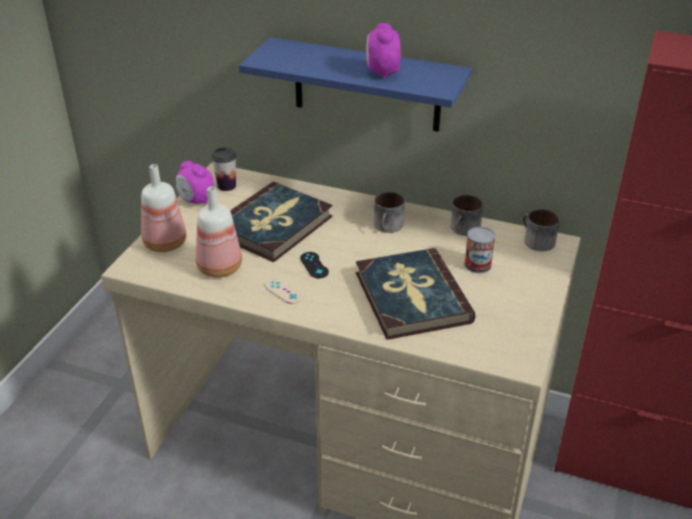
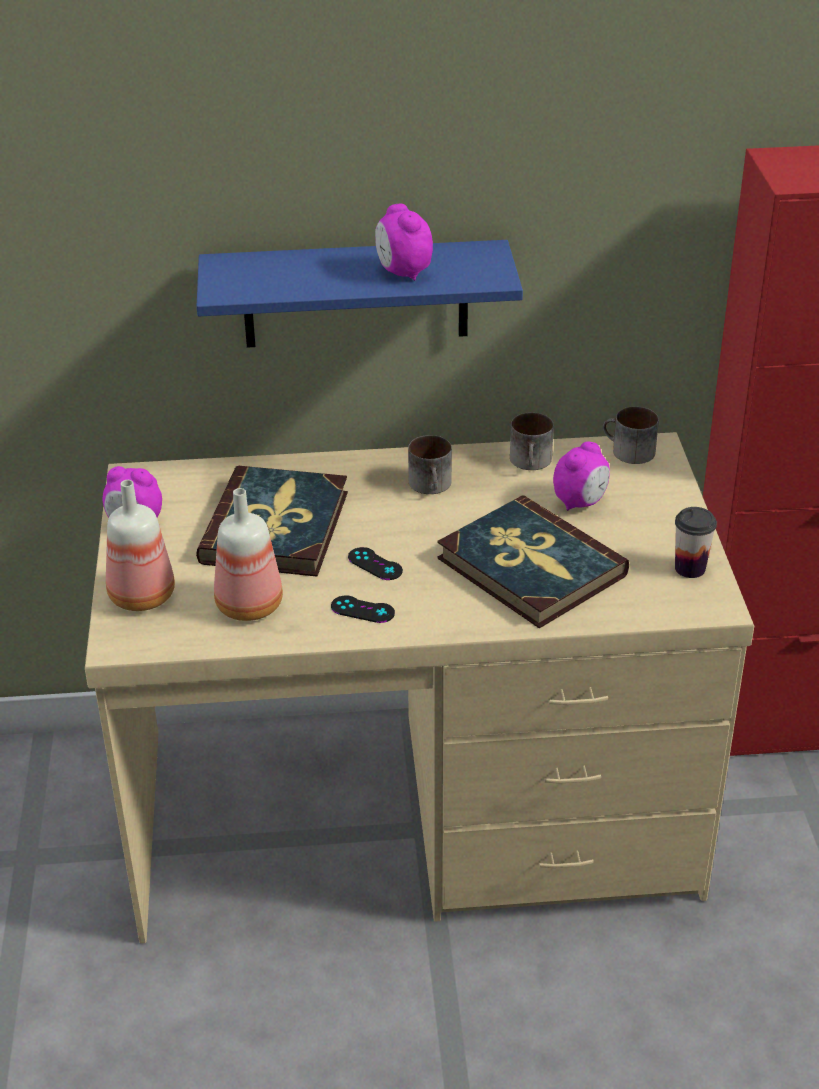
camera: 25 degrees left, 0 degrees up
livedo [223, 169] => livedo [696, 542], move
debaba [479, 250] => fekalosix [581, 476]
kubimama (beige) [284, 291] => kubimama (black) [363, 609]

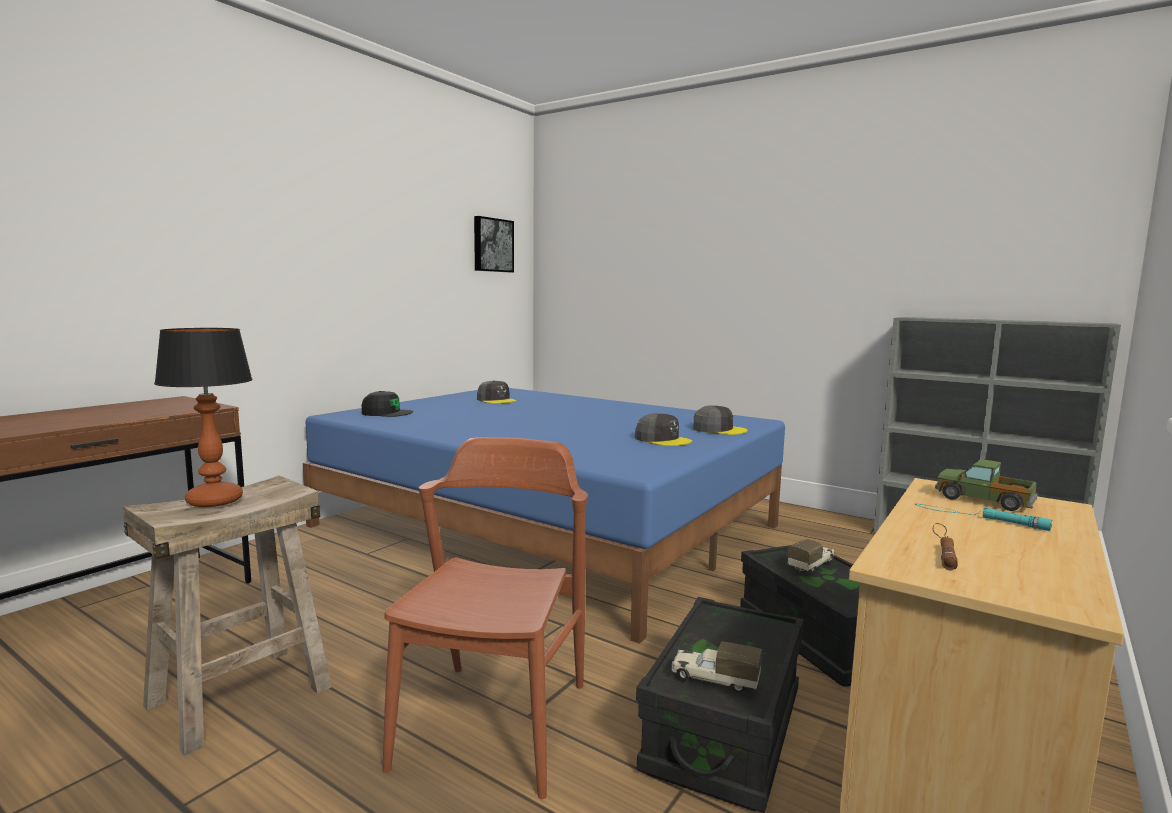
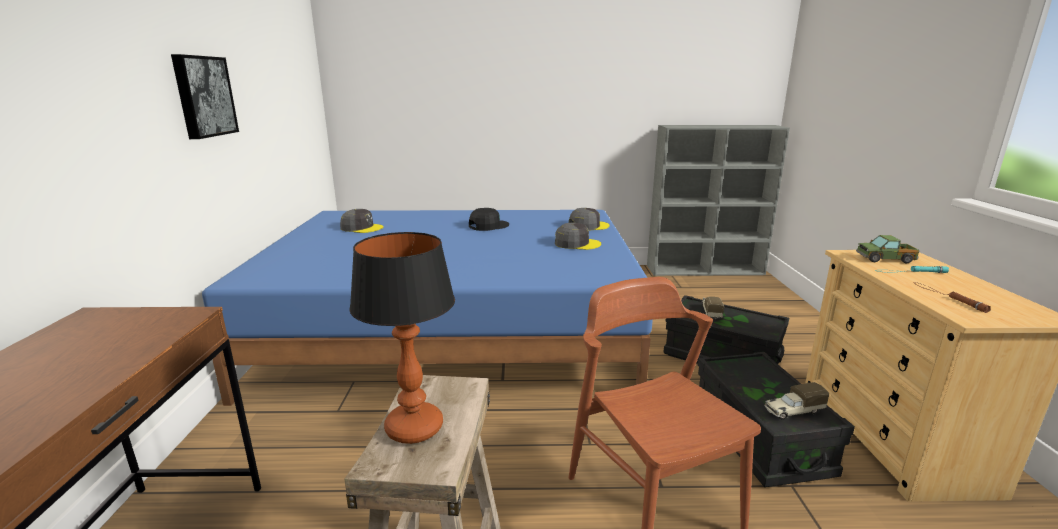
camera: 35 degrees left, 10 degrees up
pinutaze [494, 244] => pinutaze [205, 96], move
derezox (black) [387, 404] => derezox (black) [489, 219], move

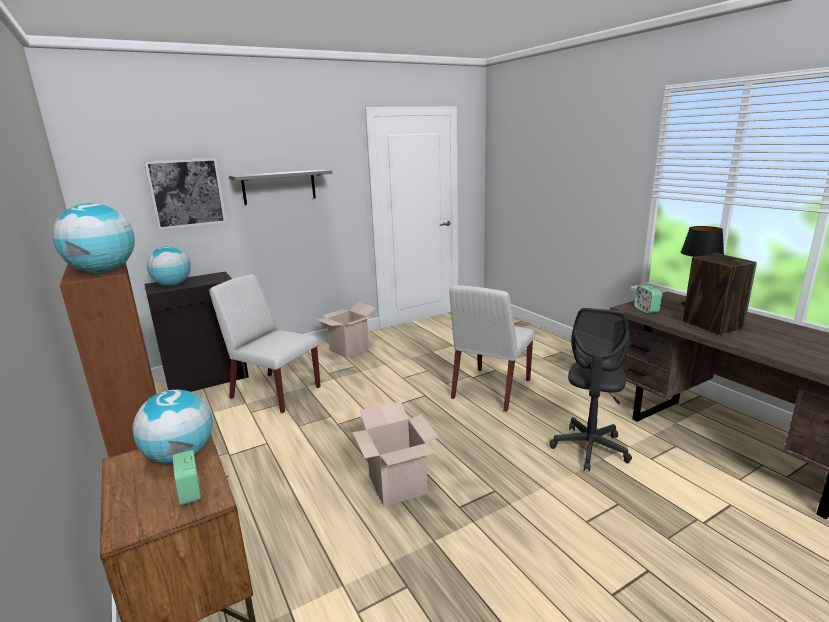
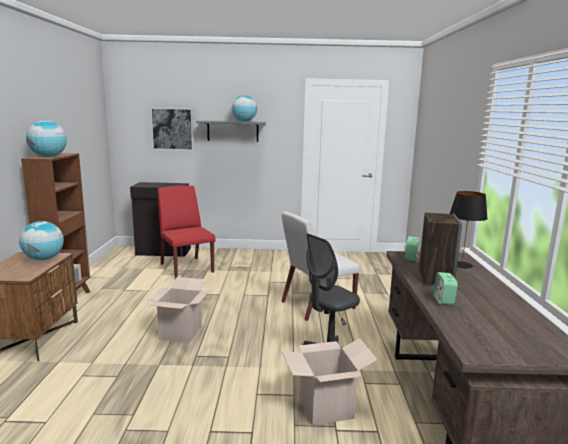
camera: 30 degrees right, 5 degrees down
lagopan [169, 266] => lagopan [244, 108], move
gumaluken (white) [265, 343] => gumaluken (red) [186, 232]
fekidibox [345, 330] => fekidibox [329, 381], move
fekalosix [186, 478] => fekalosix [446, 289], move

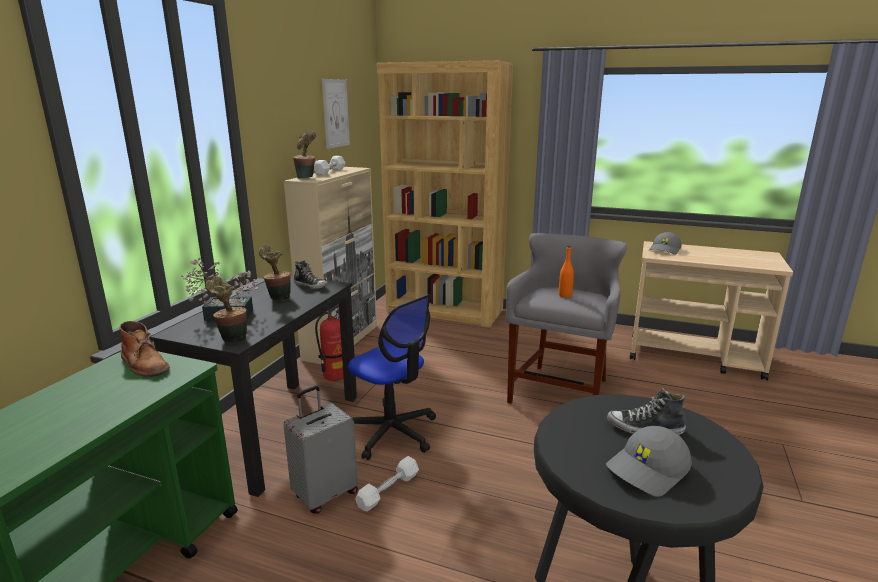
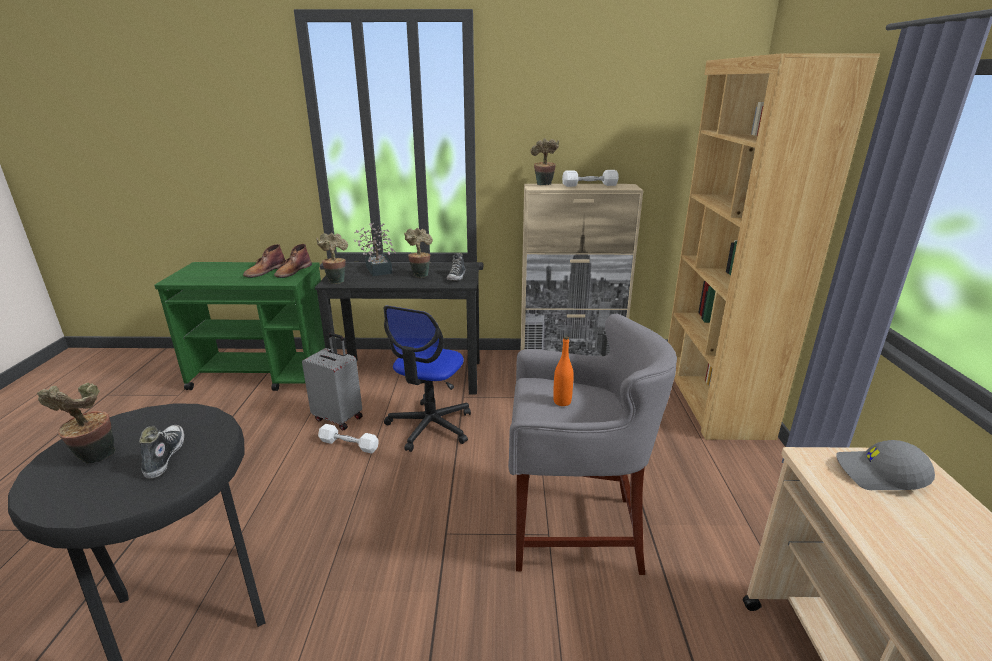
camera: 70 degrees right, 5 degrees up
pinutaze [336, 114] => nothing
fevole [329, 342] => nothing
derezox (grey) [649, 461] => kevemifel [76, 423]
nothing => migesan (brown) [264, 261]

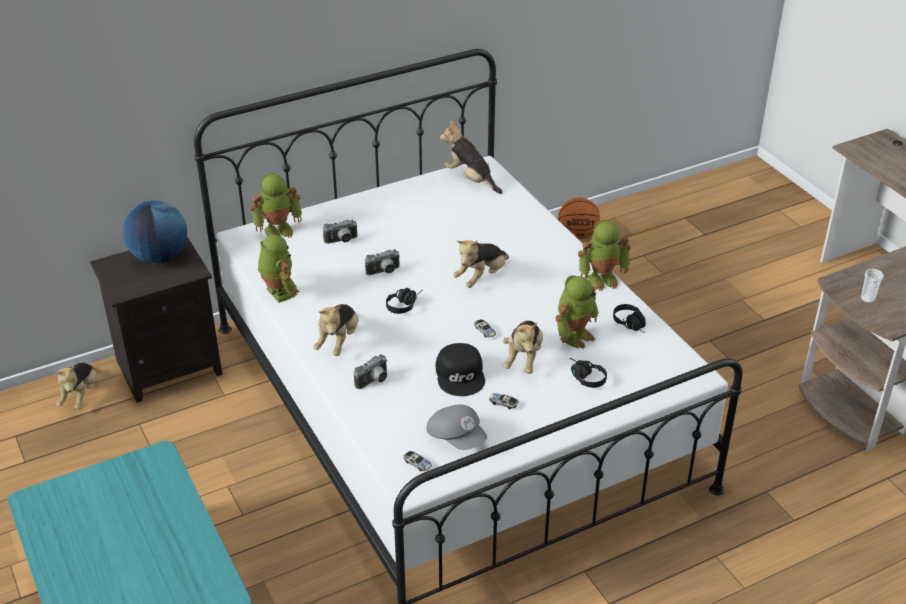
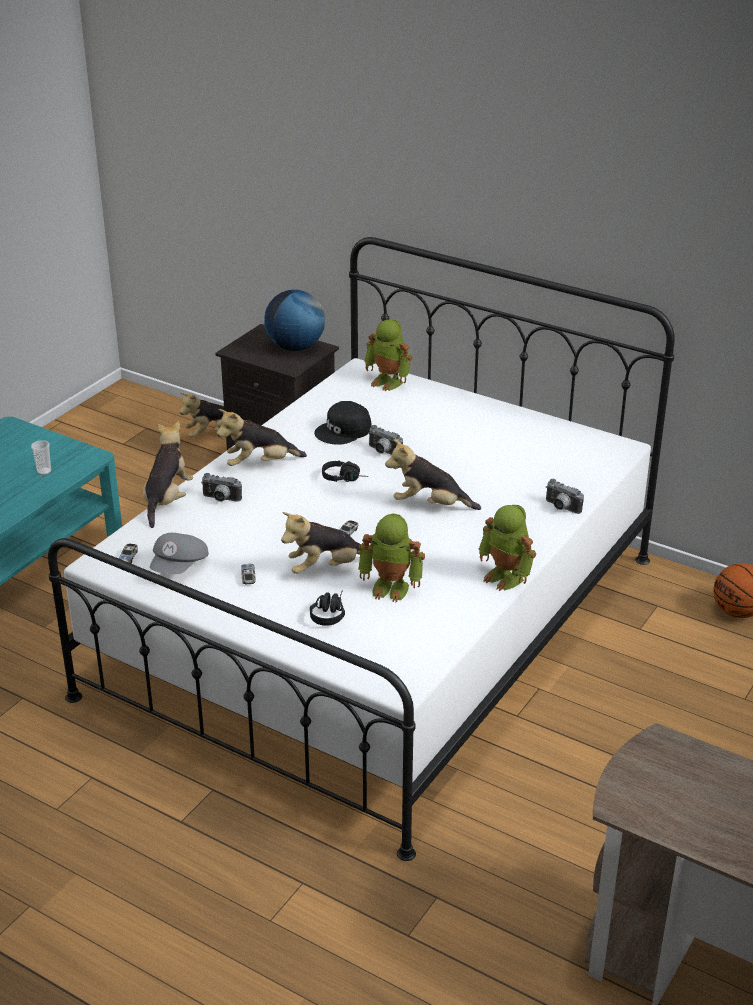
camera: 60 degrees right, 5 degrees down
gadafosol [471, 157] => gadafosol [168, 474], move
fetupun [340, 231] => fetupun [565, 496], move
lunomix [278, 269] => nothing
livedo [872, 286] => livedo [41, 457], move
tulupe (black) [629, 318] => nothing
derezox (black) [460, 369] => derezox (black) [343, 423], move

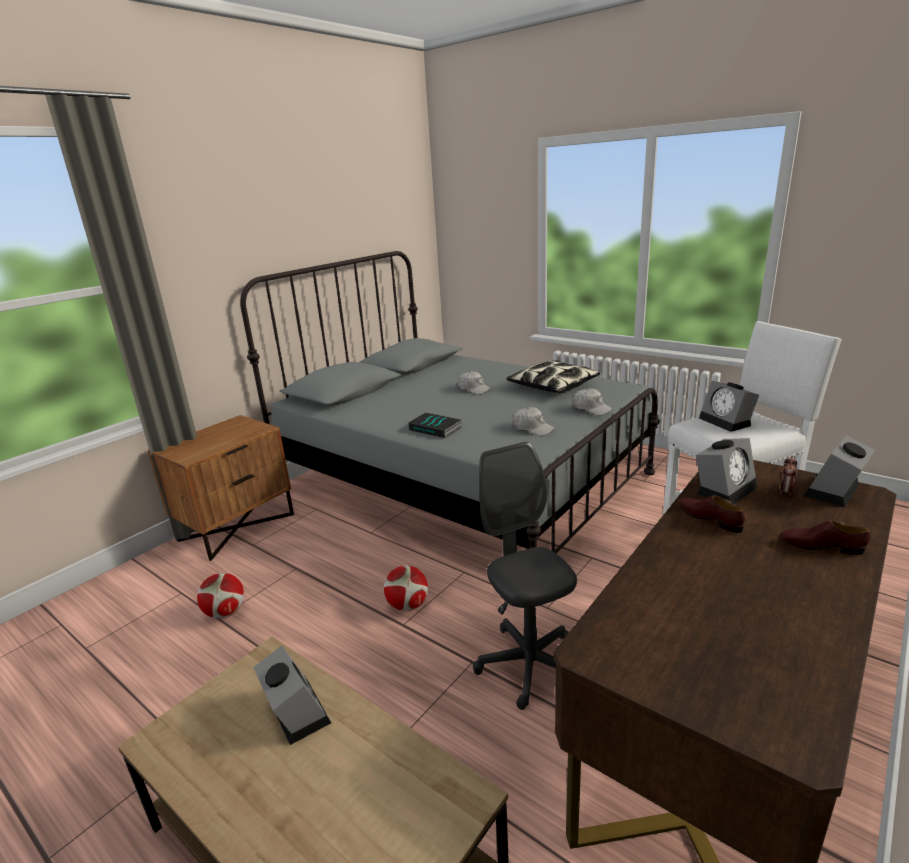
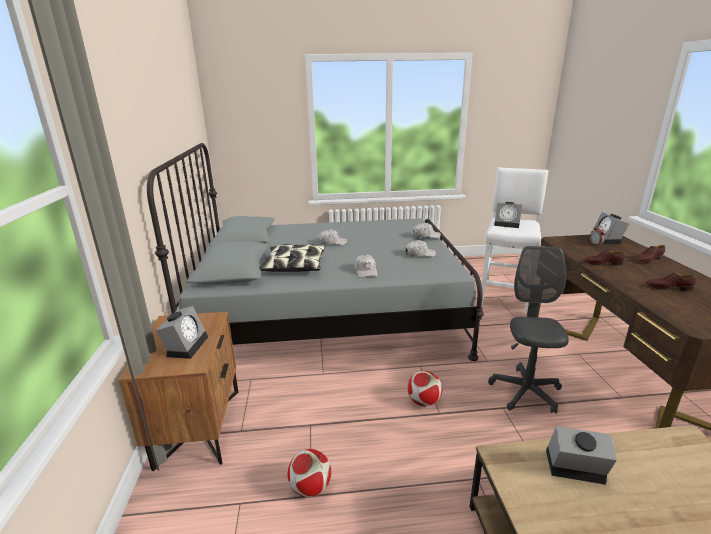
camera: 45 degrees left, 0 degrees up
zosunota [553, 376] => zosunota [292, 258], move
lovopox [435, 425] => derezox (white) [366, 266]
fekalosix [726, 471] => fekalosix [182, 332], move
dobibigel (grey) [525, 576] => dobibigel (grey) [528, 329], 75 degrees clockwise
nothing => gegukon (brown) [671, 282]

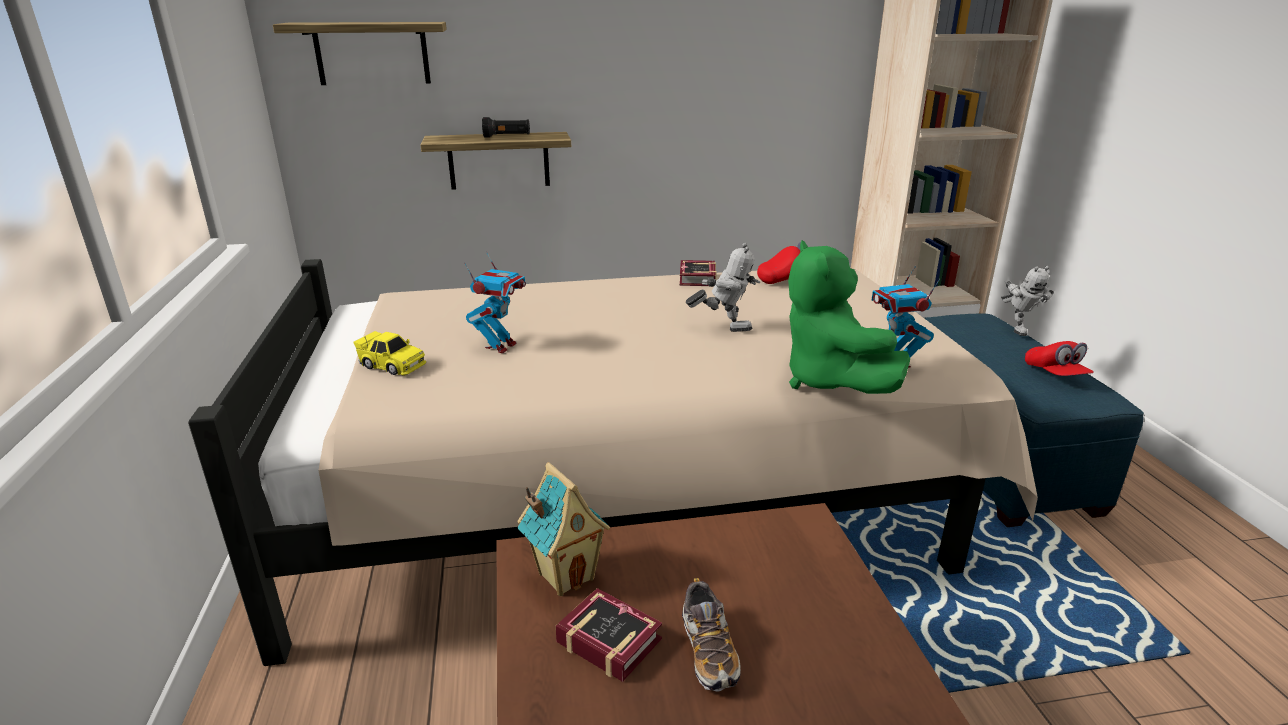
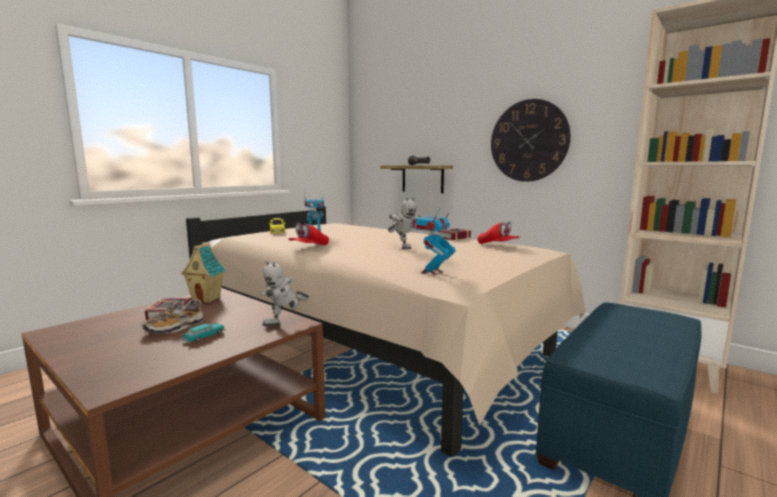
camera: 50 degrees right, 15 degrees down
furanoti [360, 53] => nothing
gadafosol (green) [849, 317] => nothing
lunomix [1027, 301] => lunomix [285, 293], move
derezox (red) [1059, 358] => derezox (red) [308, 234], move
nothing => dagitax [531, 140]
nothing => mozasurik [203, 333]

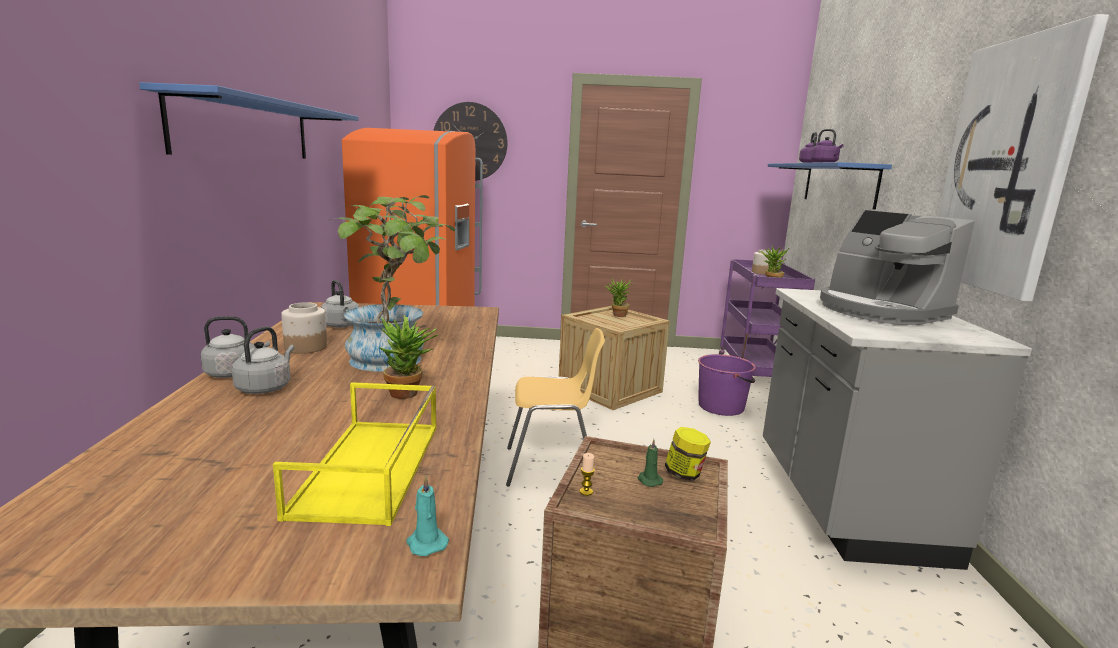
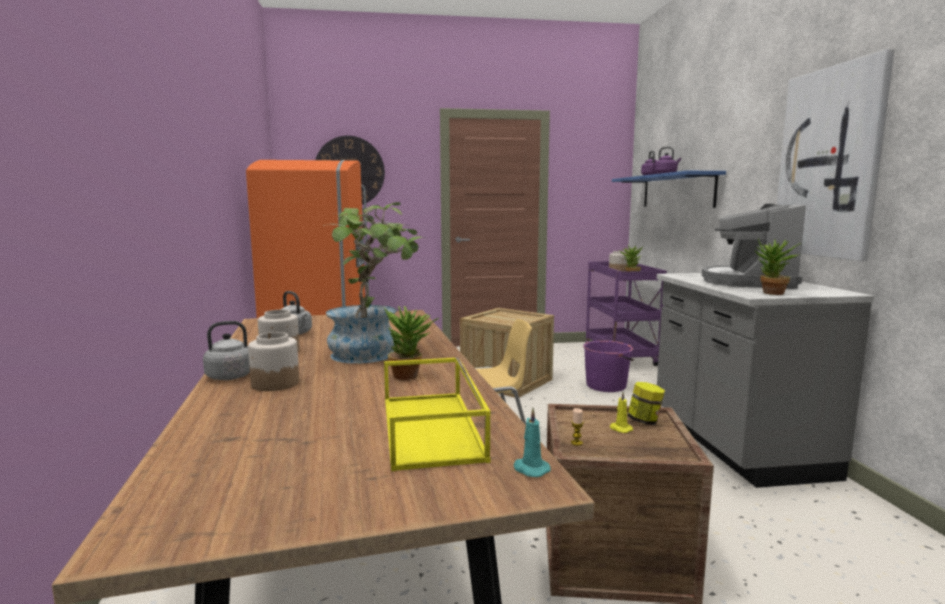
camera: 10 degrees left, 5 degrees down
furanoti (blue) [248, 120] => nothing
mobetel [897, 267] => mobetel [754, 246], 60 degrees clockwise
kevemifel [618, 297] => kevemifel [778, 267], move
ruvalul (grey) [263, 360] => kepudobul [273, 361]
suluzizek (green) [650, 463] => suluzizek (yellow) [621, 412]

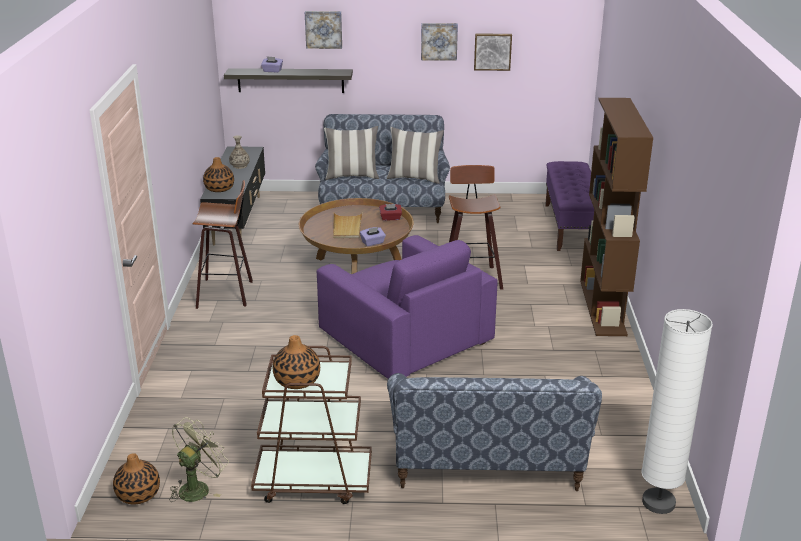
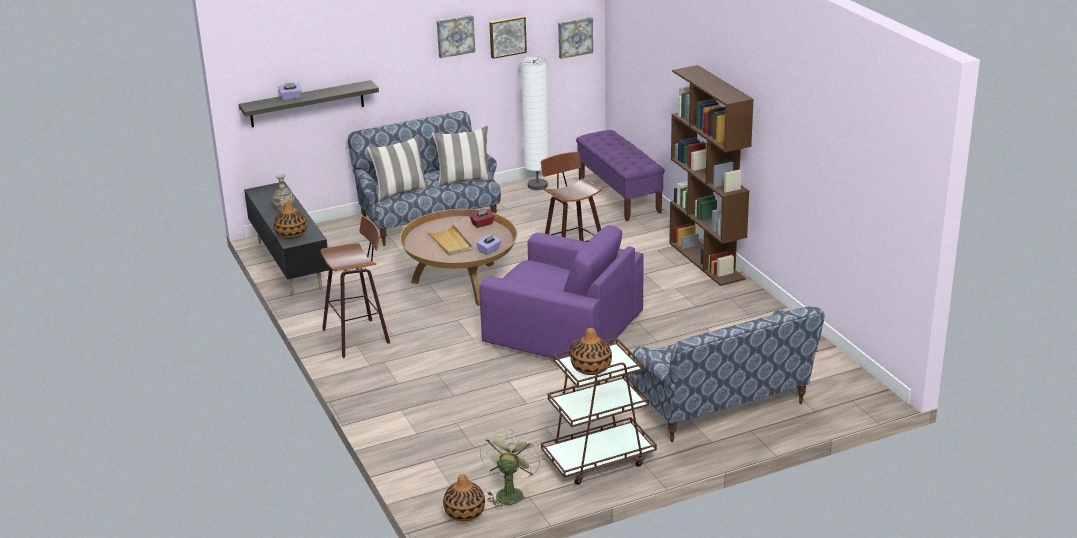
camera: 25 degrees left, 0 degrees up
pinutaze [323, 30] => pinutaze [575, 38], move
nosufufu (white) [677, 411] => nosufufu (white) [535, 122], move

